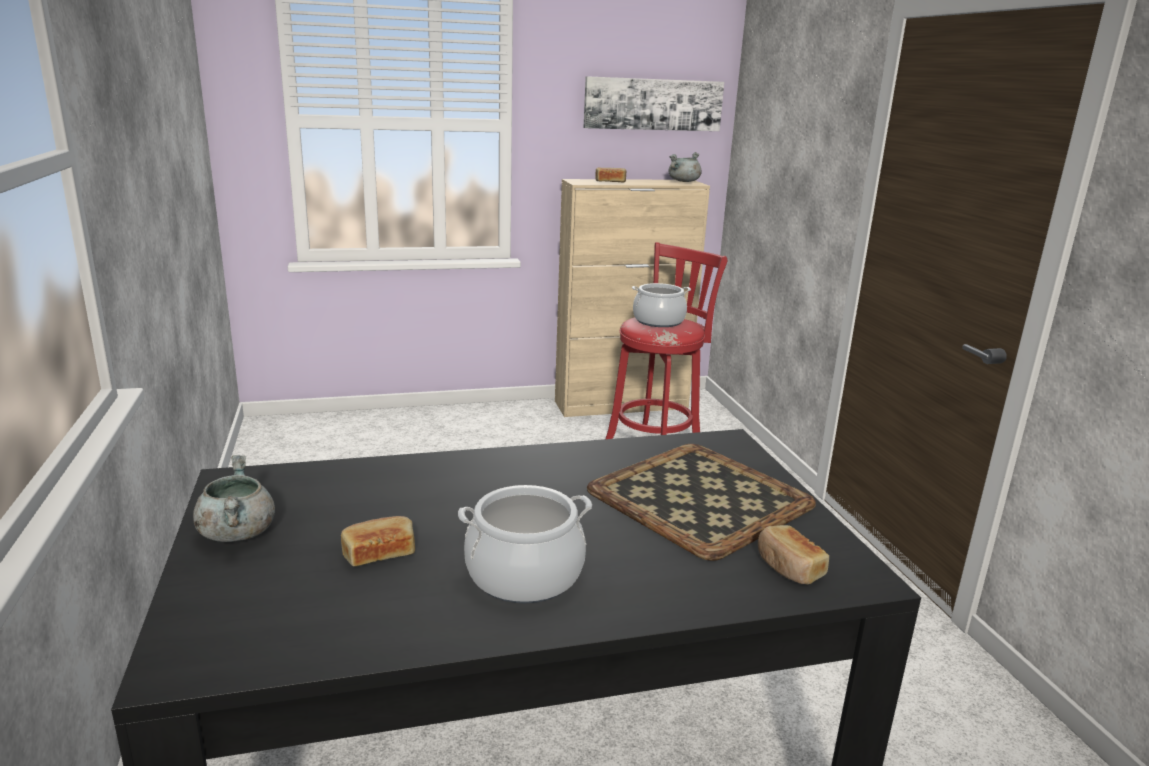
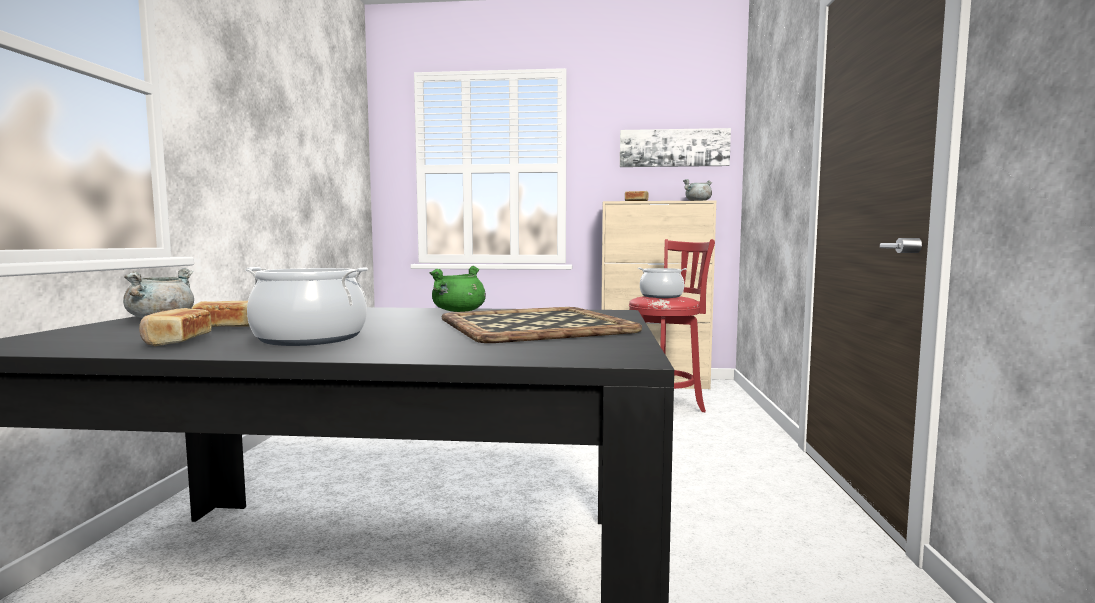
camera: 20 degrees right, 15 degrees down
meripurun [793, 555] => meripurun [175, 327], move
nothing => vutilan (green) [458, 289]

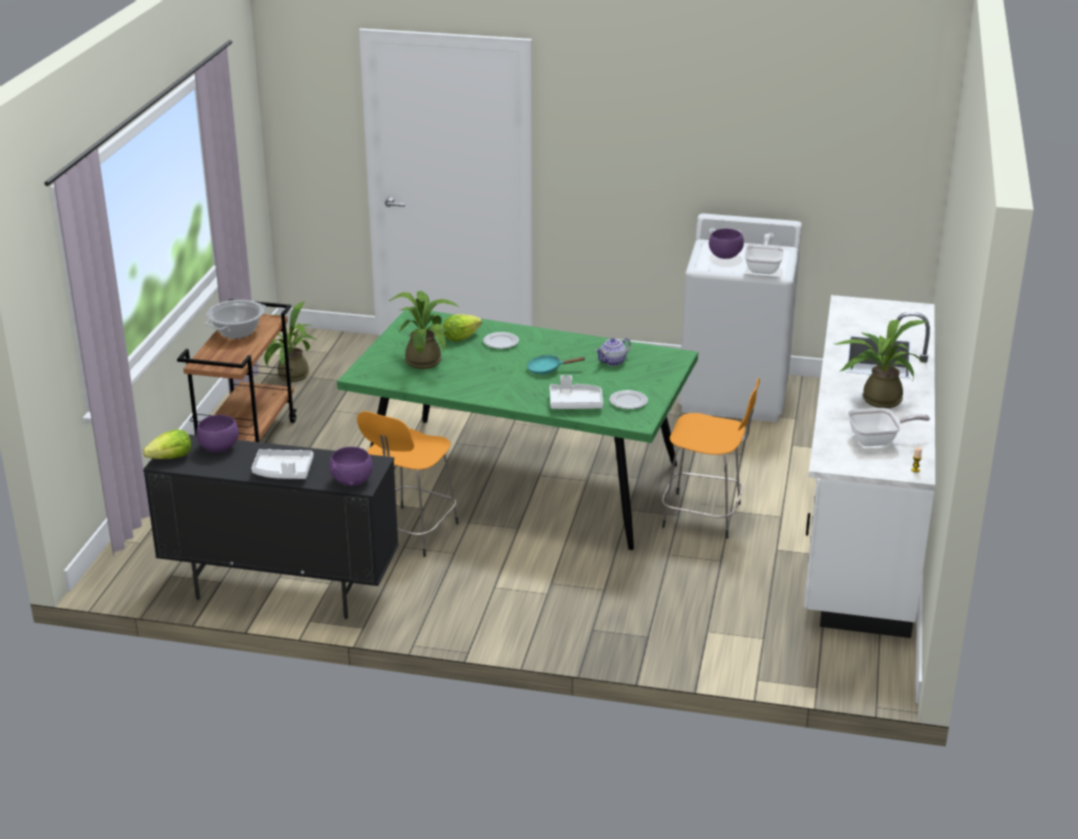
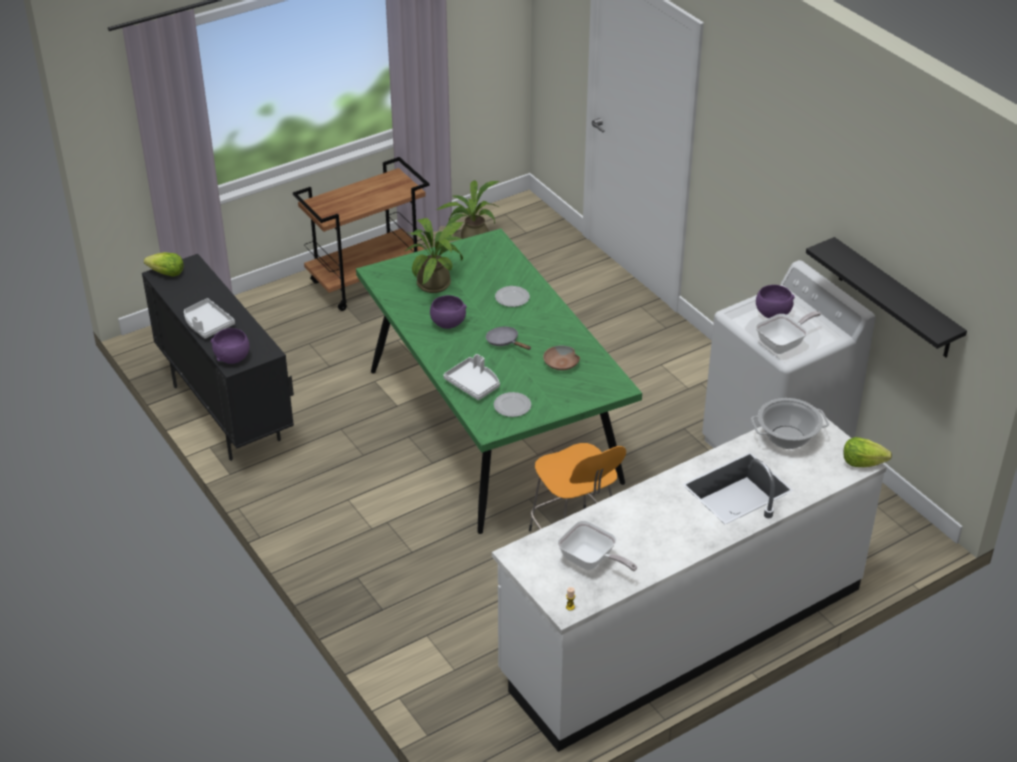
camera: 45 degrees right, 10 degrees up
vutilan [235, 319] => vutilan [790, 423], move
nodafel [462, 327] => nodafel [867, 452], move
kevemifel [881, 364] => nothing
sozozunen [613, 352] => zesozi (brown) [561, 358]
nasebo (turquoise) [556, 364] => nasebo (grey) [508, 338]
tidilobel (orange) [408, 484] => nothing
zesozi (purple) [217, 434] => zesozi (purple) [448, 312], move
nothing => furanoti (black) [886, 297]

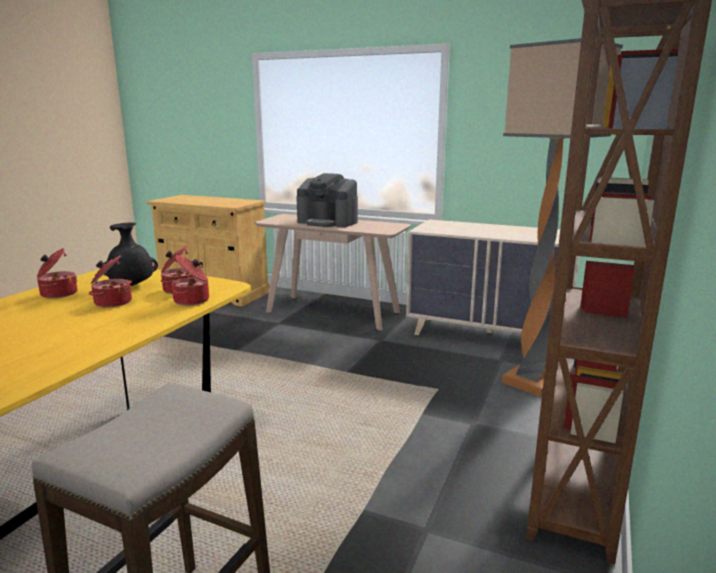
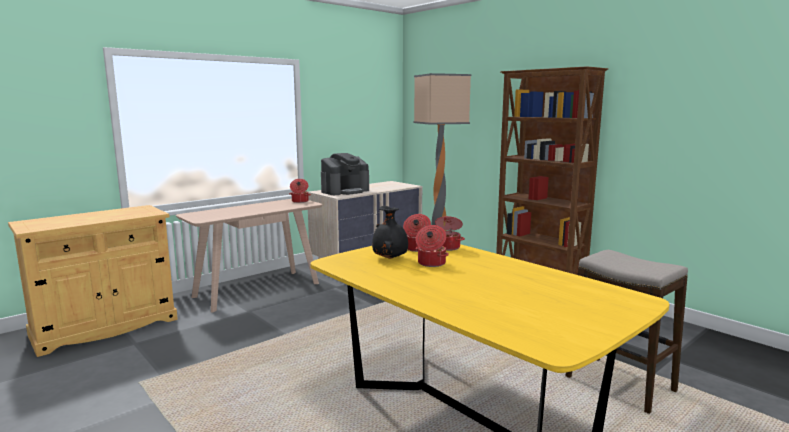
camera: 65 degrees left, 5 degrees down
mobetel [327, 200] => mobetel [345, 174], move
vutilan [57, 273] => vutilan [300, 191], move

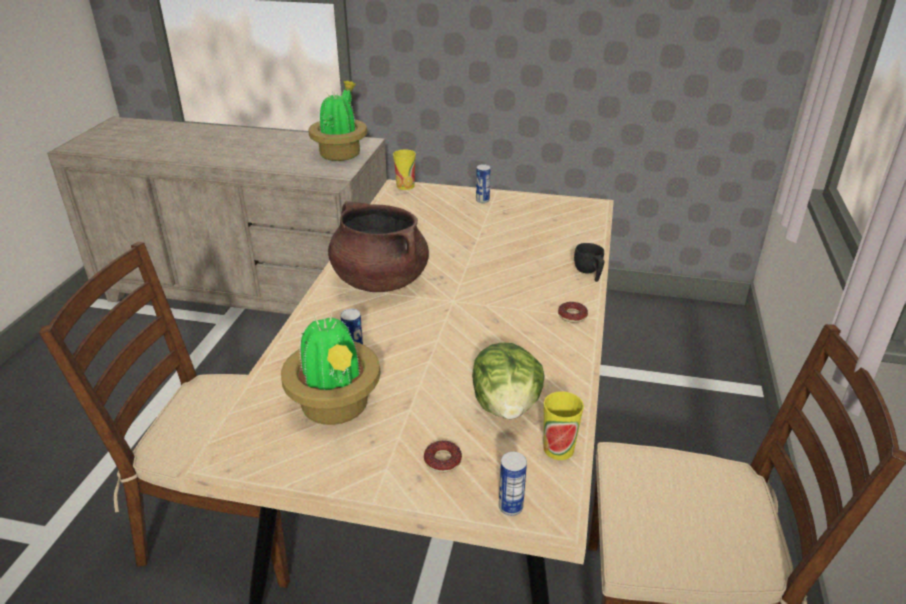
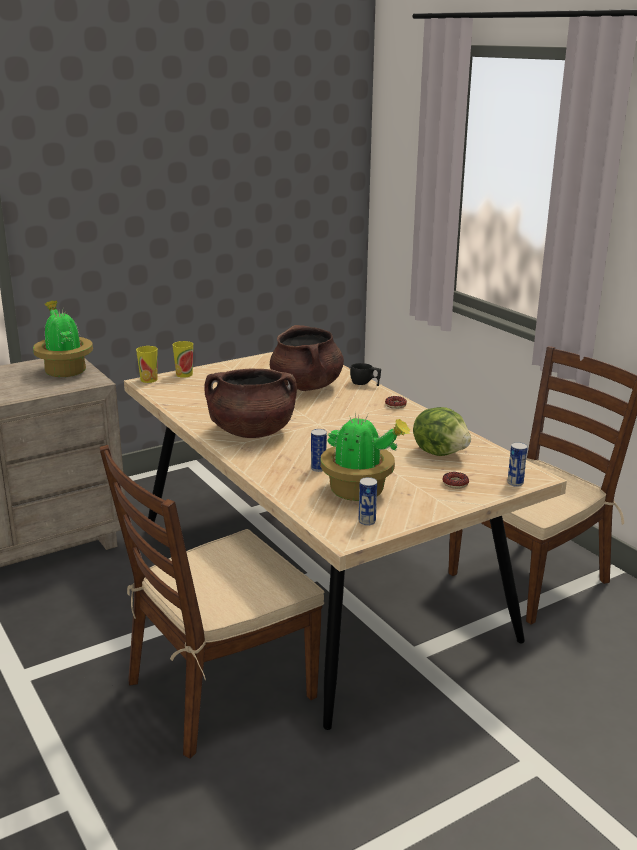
camera: 45 degrees left, 10 degrees down
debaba [483, 183] => debaba [368, 501], move
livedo [564, 425] => livedo [182, 359], move
nothing => vutilan (brown) [307, 358]

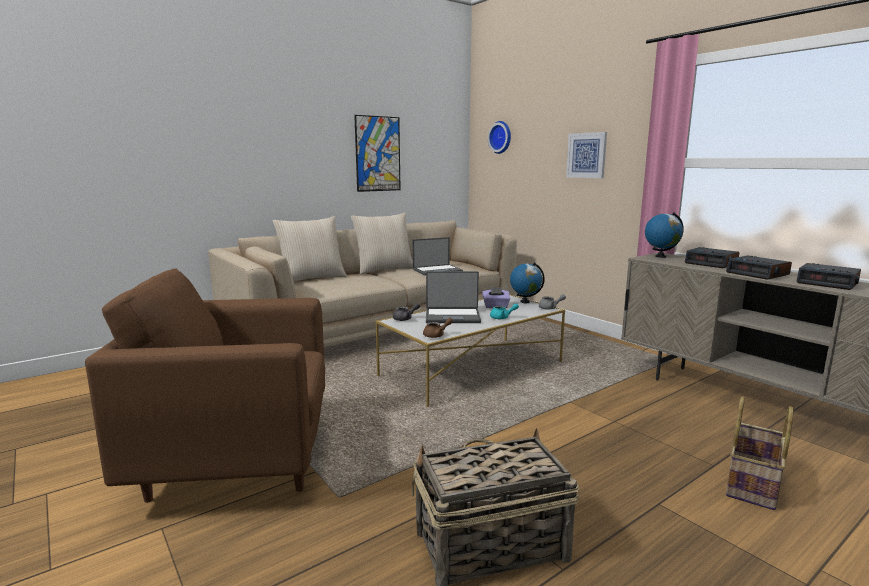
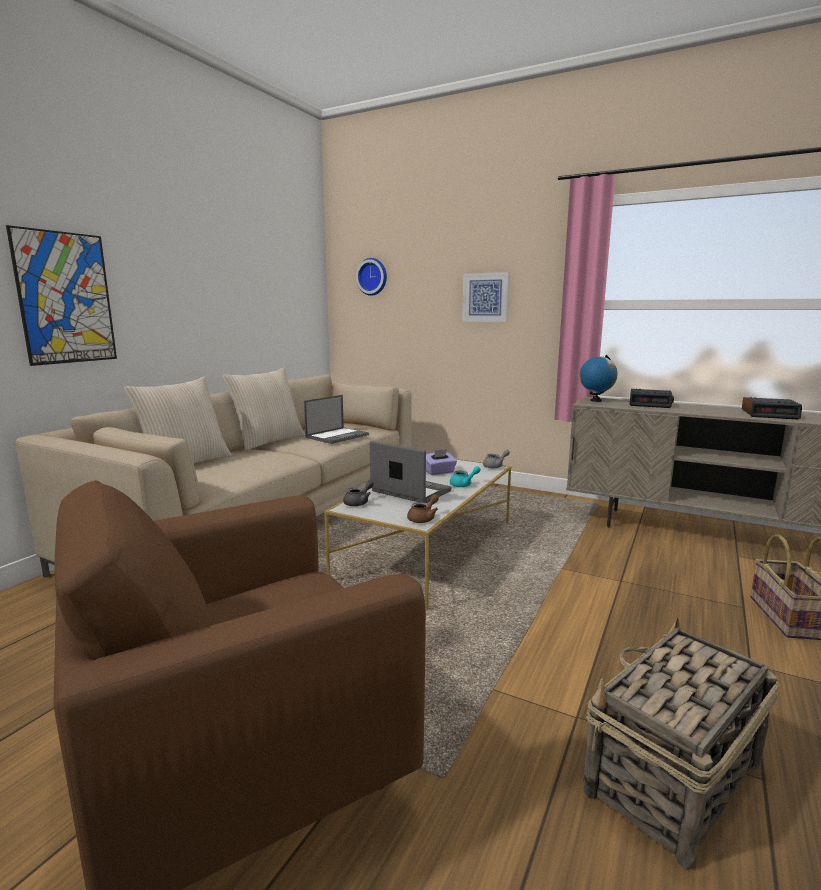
camera: 25 degrees left, 0 degrees up
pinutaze [377, 153] => pinutaze [61, 295], move
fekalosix [759, 268] => nothing
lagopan [527, 283] => nothing
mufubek [453, 297] => mufubek [411, 472], 120 degrees counterclockwise

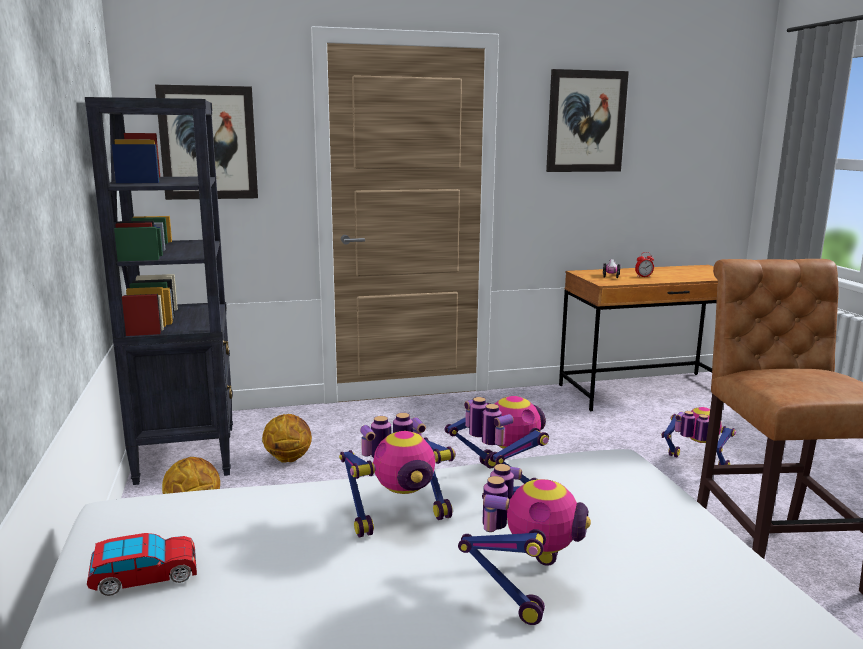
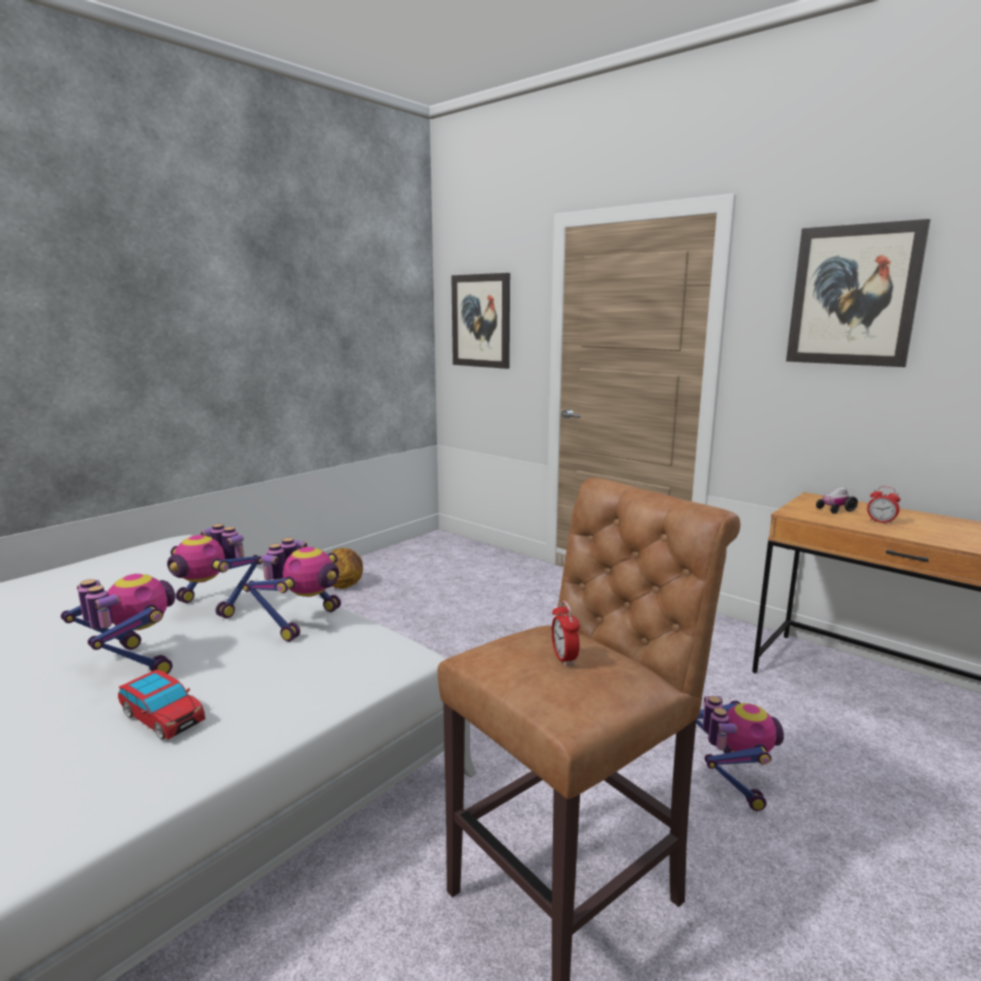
camera: 55 degrees right, 0 degrees up
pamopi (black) [159, 291] => nothing
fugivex [287, 438] => nothing
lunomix [524, 544] => lunomix [118, 624], 120 degrees counterclockwise
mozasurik [142, 564] => mozasurik [161, 705], move
nothing => fekalosix [565, 633]

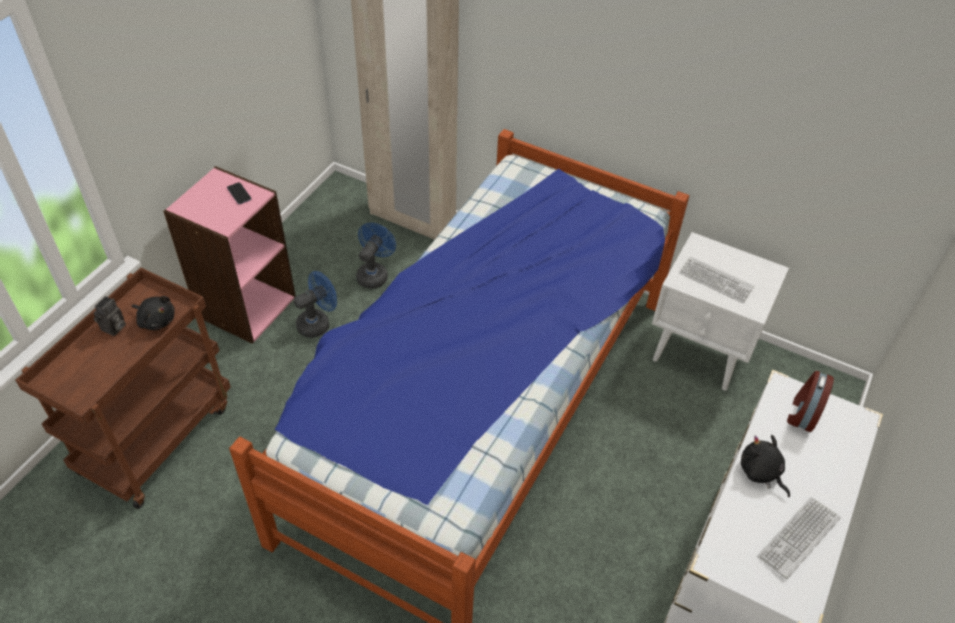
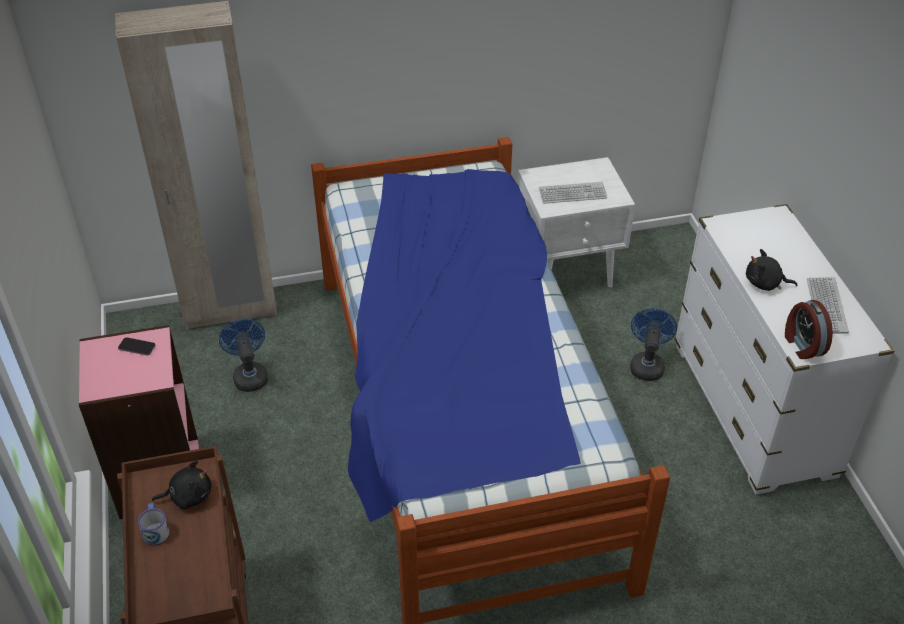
camera: 40 degrees left, 5 degrees down
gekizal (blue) [315, 304] => gekizal (blue) [653, 344], move
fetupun [109, 316] => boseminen [154, 524]
fekalosix [810, 401] => fekalosix [809, 329], move

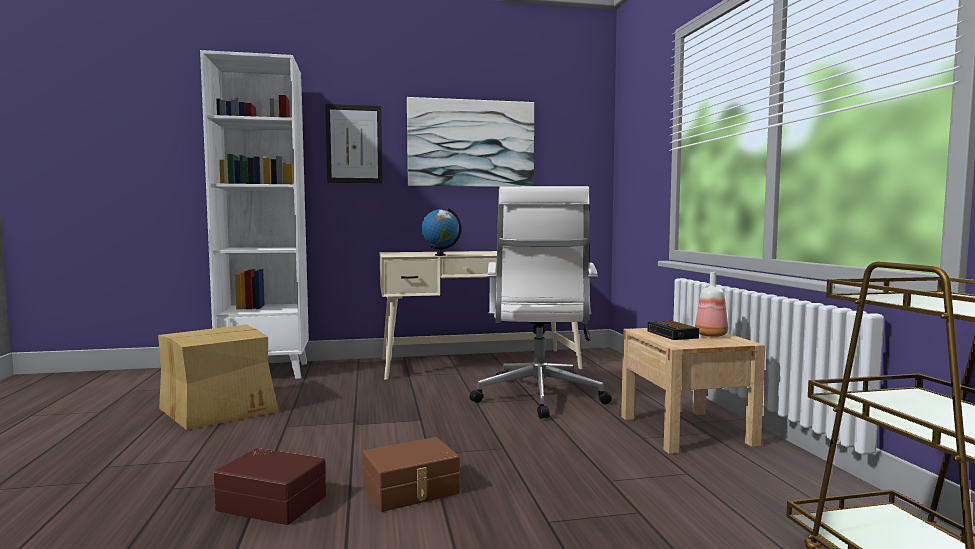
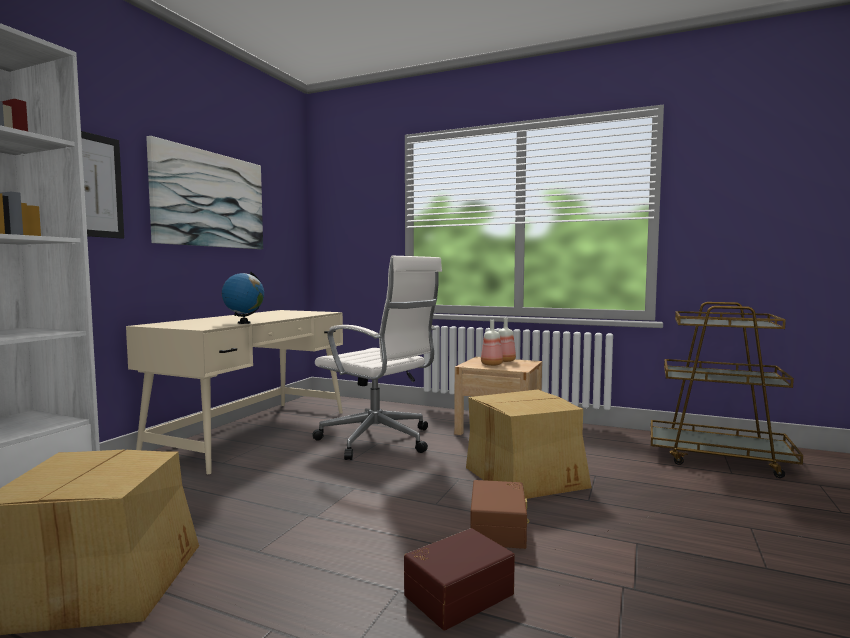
camera: 55 degrees left, 0 degrees up
fekalosix [673, 330] => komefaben [492, 343]
nothing => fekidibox [529, 444]

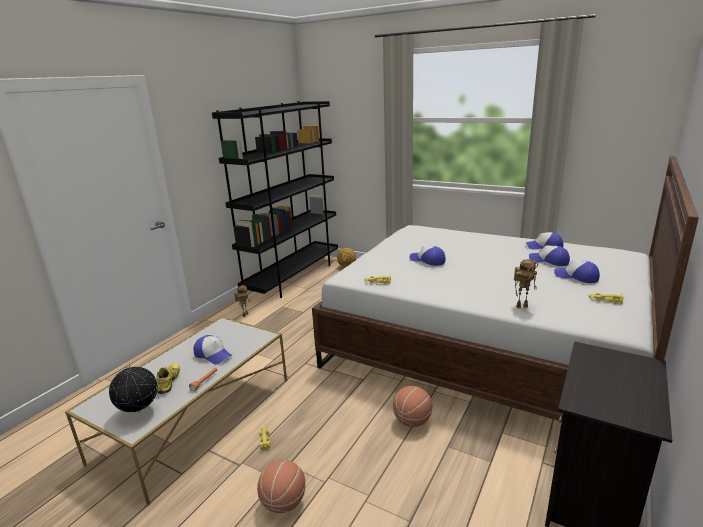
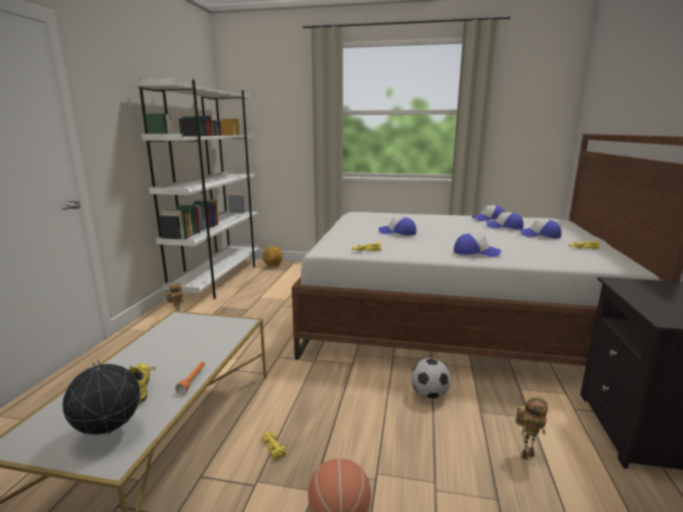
camera: 20 degrees left, 5 degrees down
pamopi (black) [275, 199] => pamopi (white) [197, 188]
lunomix [526, 283] => lunomix [531, 428], move
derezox [212, 349] => derezox [477, 245], move
fugivex [412, 406] => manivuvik [431, 378]

